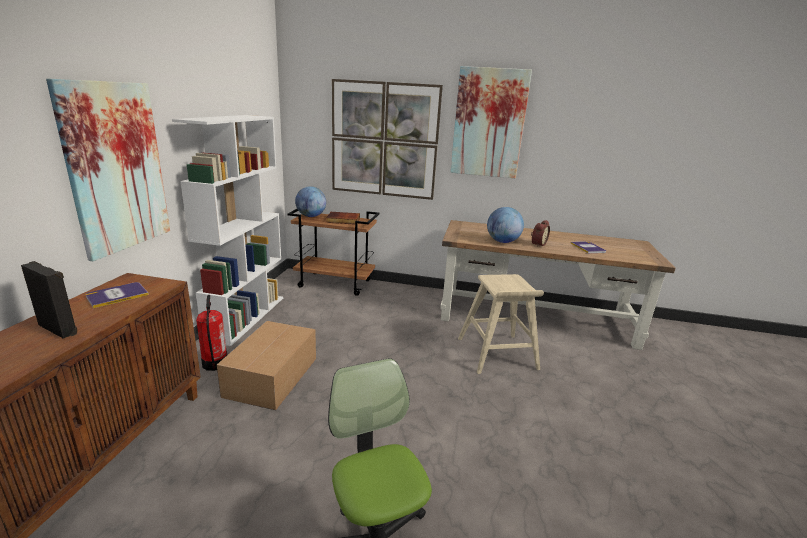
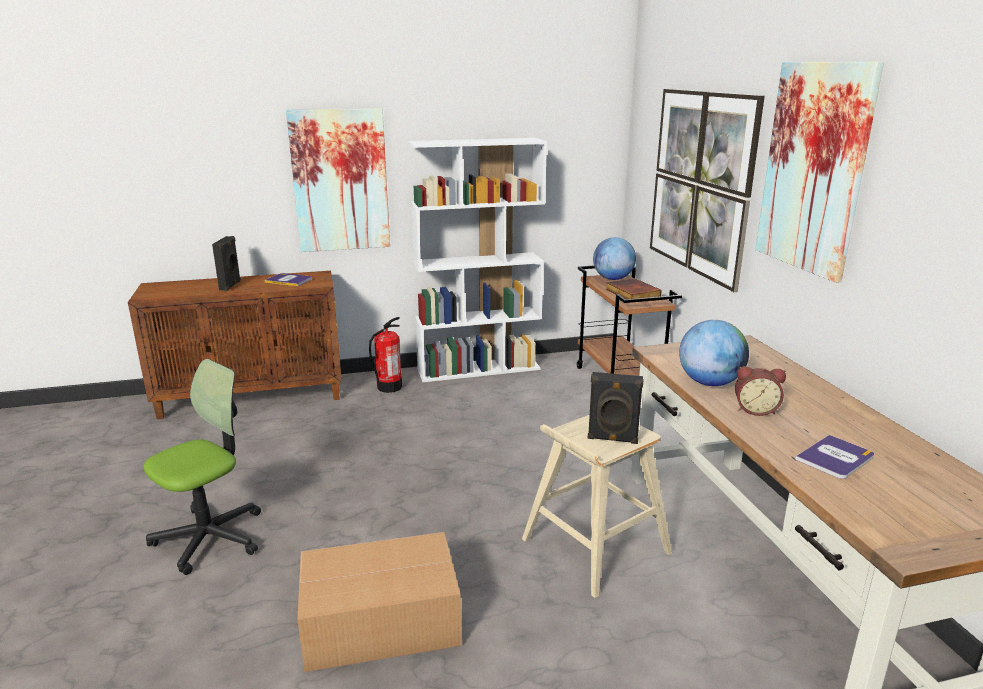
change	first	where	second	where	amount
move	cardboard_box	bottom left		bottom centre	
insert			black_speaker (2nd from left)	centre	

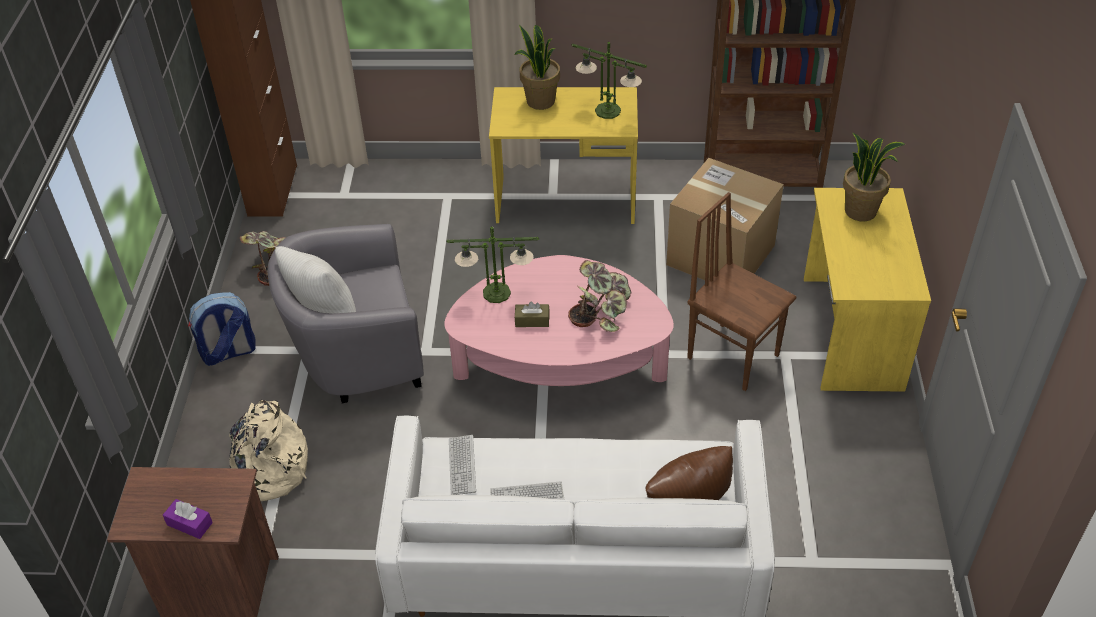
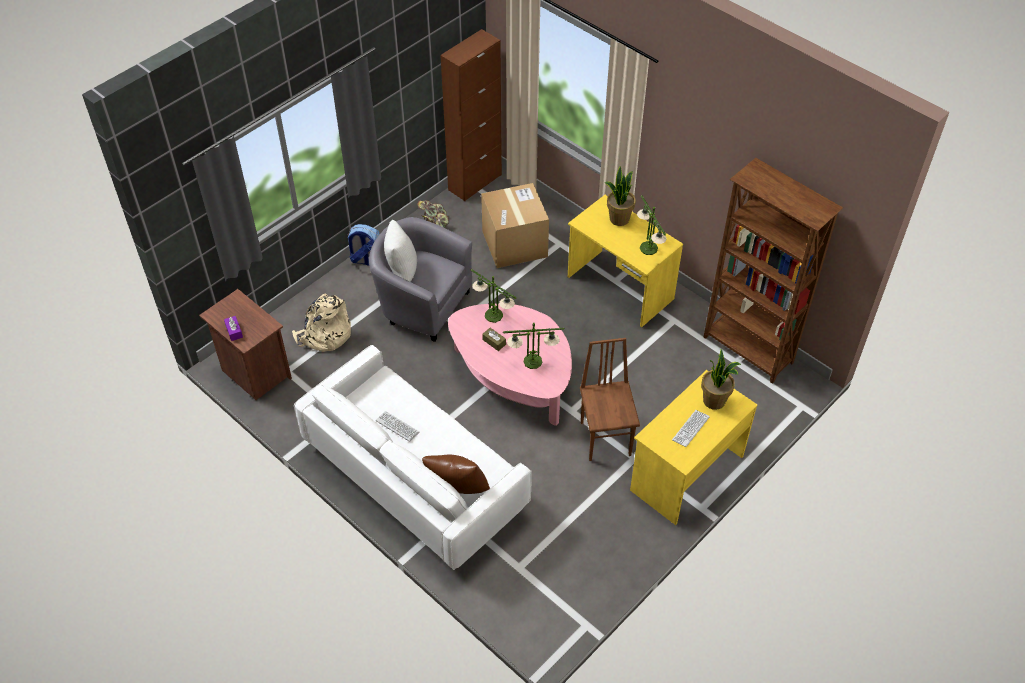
change	first	where	second	where	amount
move	cardboard_box	centre		top centre	
replace	potted_plant (3rd from left)	centre	table_lamp (2nd from left)	centre	
move	keyboard (1st from left in the first image)	bottom centre	keyboard (2nd from left)	middle right	

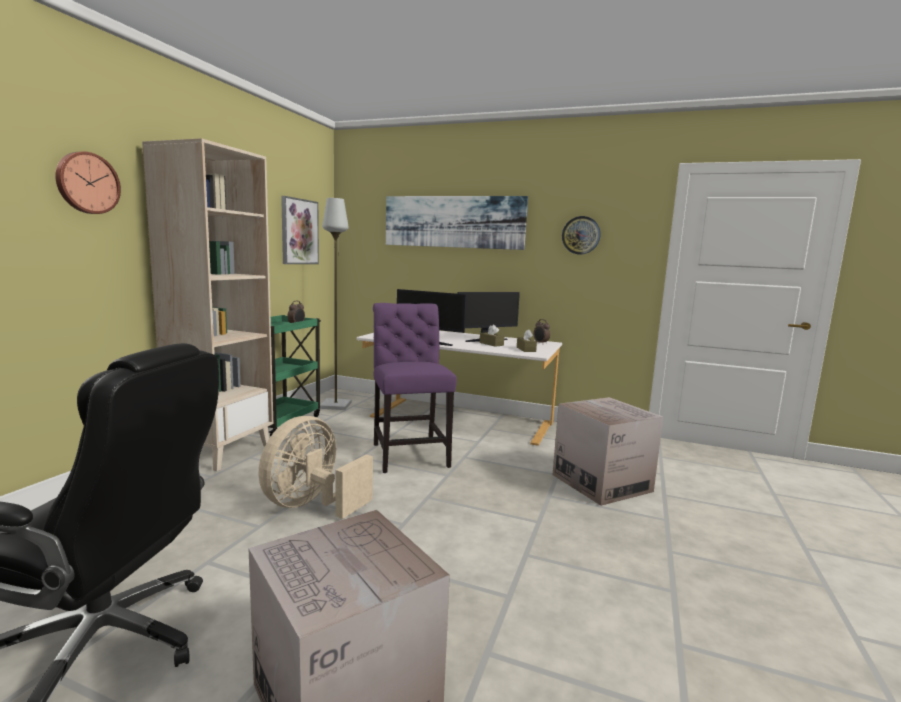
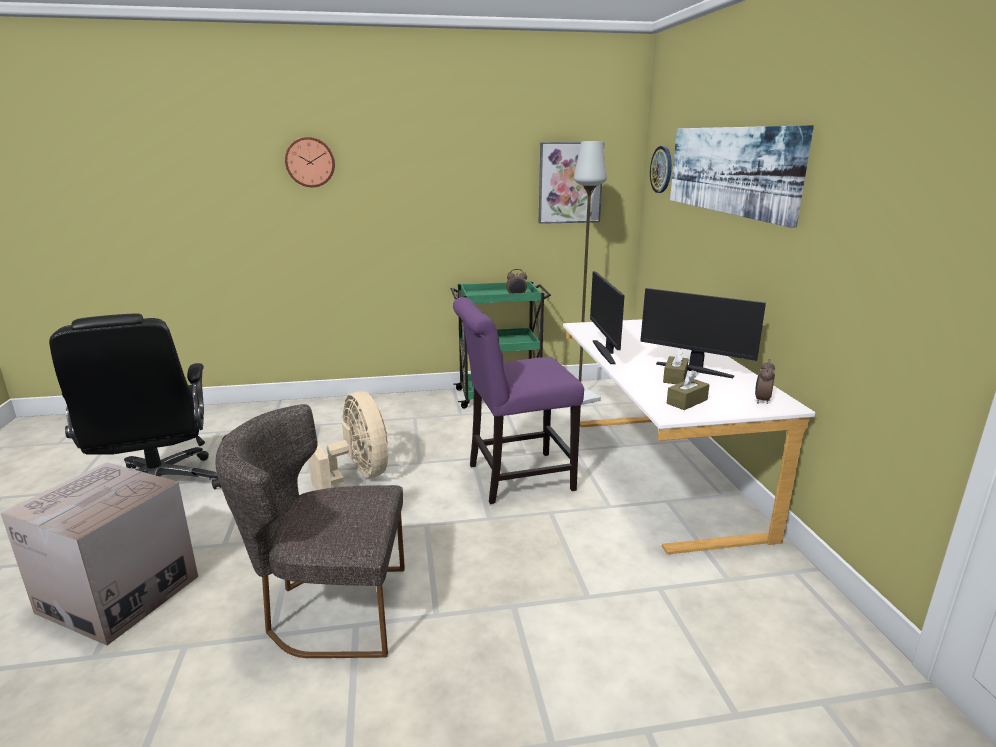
change	first	where	second	where	amount
insert			grey_chair	bottom left	
rotate	beige_fan	centre		centre	60 degrees clockwise
rotate	purple_chair	centre		centre	150 degrees counterclockwise
move	wall_clock (2nd from left)	centre		top centre	
delete	beige_bookcase	middle left			
delete	cardboard_box (2nd from left)	middle right			

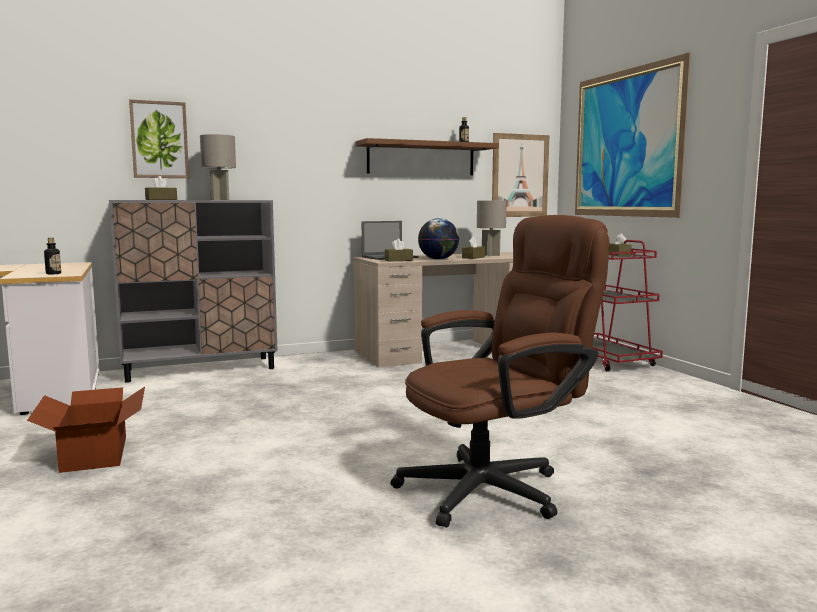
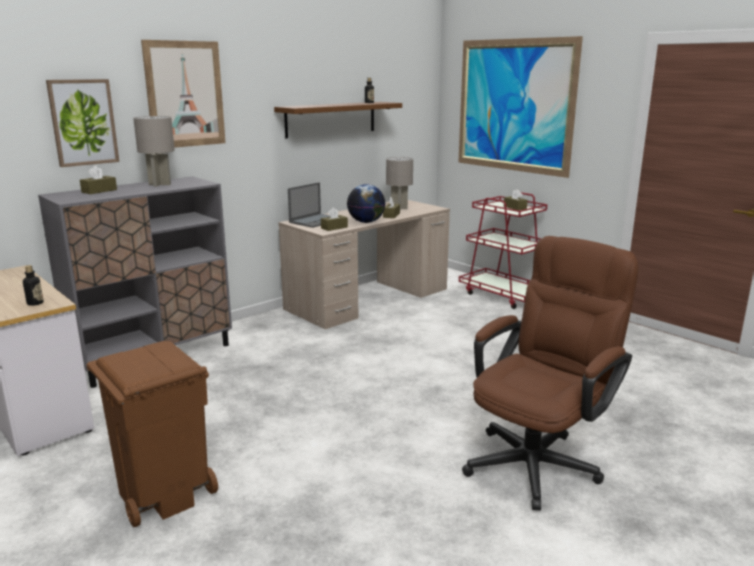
change	first	where	second	where	amount
replace	cardboard_box	bottom left	brown_trash_can	bottom left	
move	picture (2nd from left)	top centre		top left	

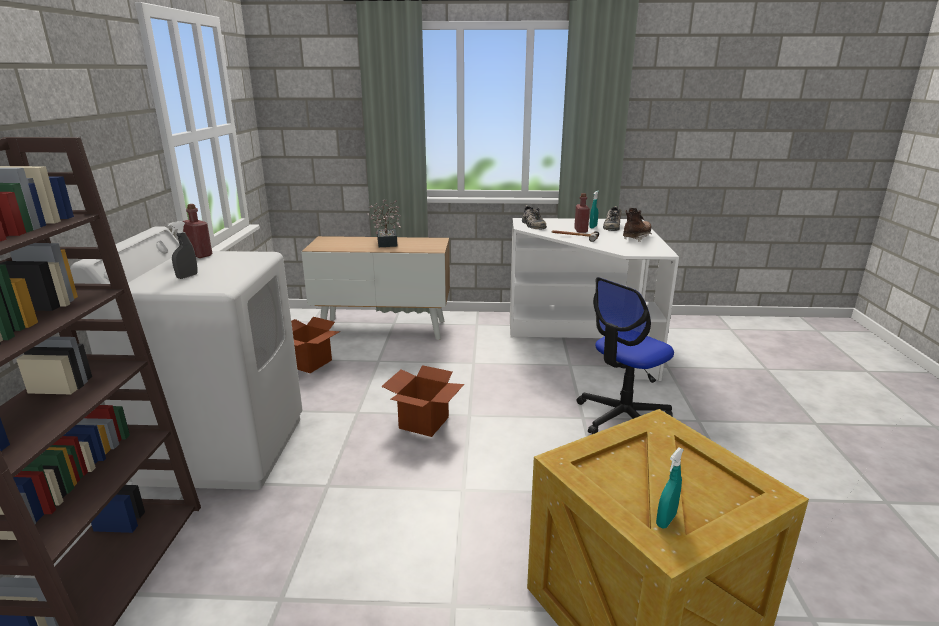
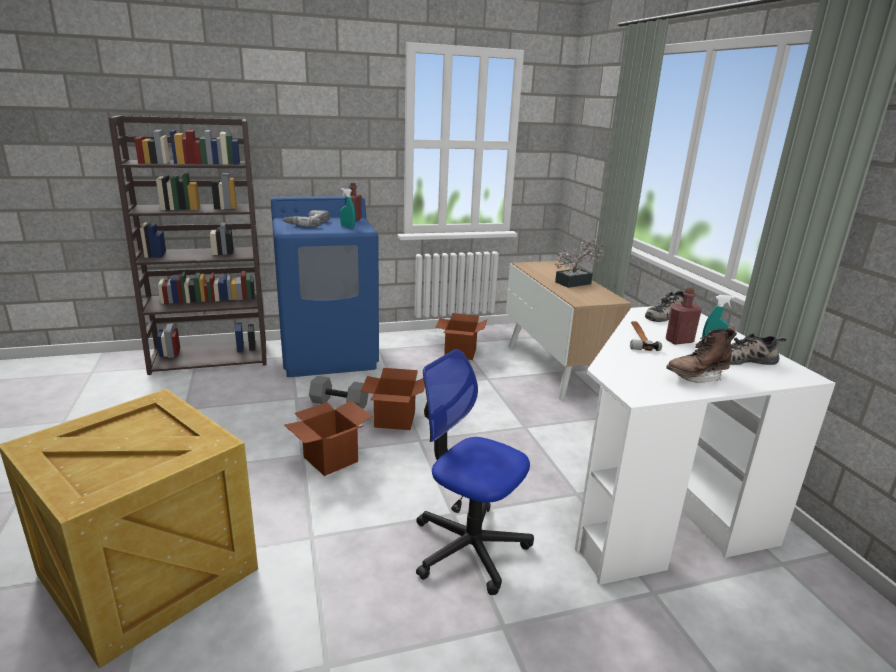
change	first	where	second	where	amount
recolor	white_washing_machine	middle left	blue_washing_machine	centre	
replace	grey_spray_bottle	middle left	power_drill	top centre	
insert			cardboard_box (1st from left)	centre	
insert			grey_dumbbell	centre	
move	turquoise_spray_bottle (2nd from left in the first image)	bottom right	turquoise_spray_bottle (1st from left)	top centre	
rotate	brown_boot	middle right		middle right	135 degrees clockwise

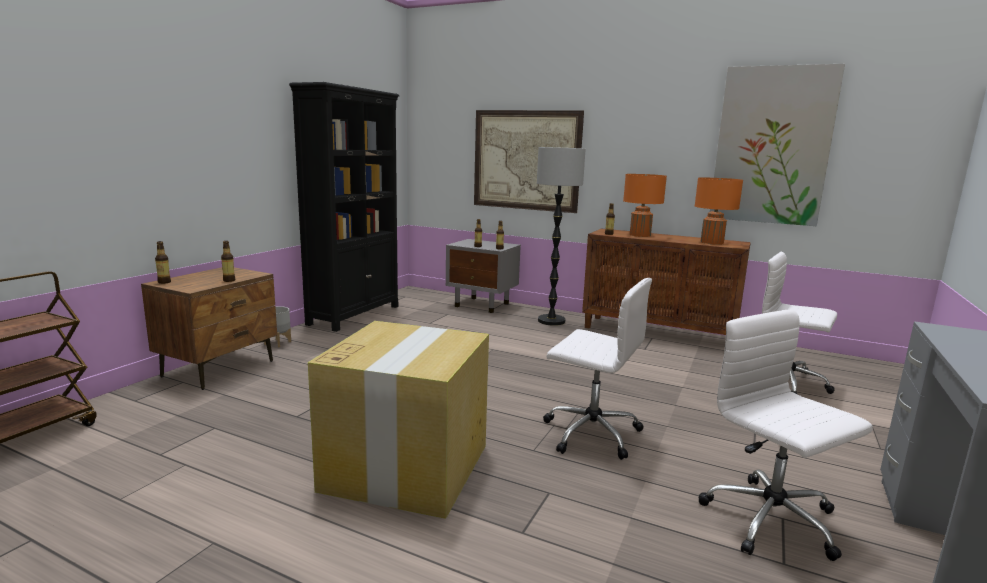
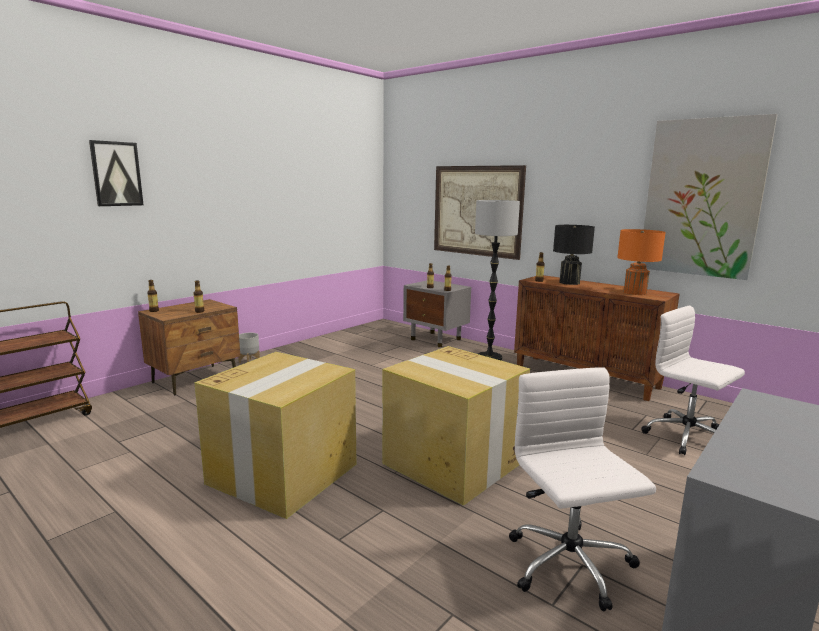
change	first	where	second	where	amount
insert			picture (1st from left)	top left	
replace	white_office_chair (1st from left)	centre	cardboard_box (2nd from left)	bottom centre	
recolor	orange_table_lamp (1st from left)	centre	black_table_lamp	middle right	
delete	black_bookcase	centre			

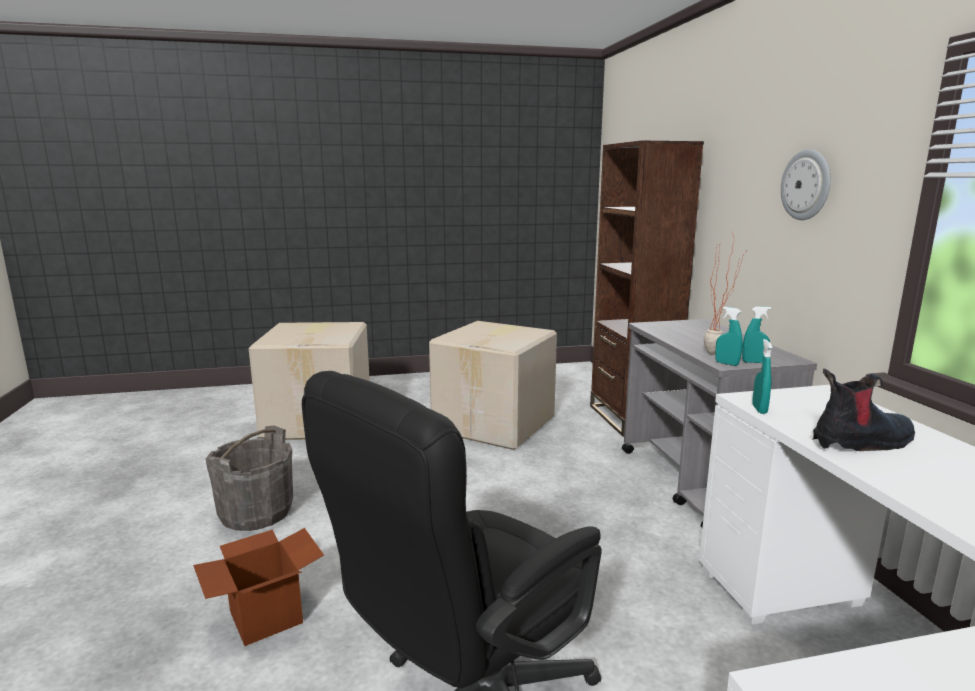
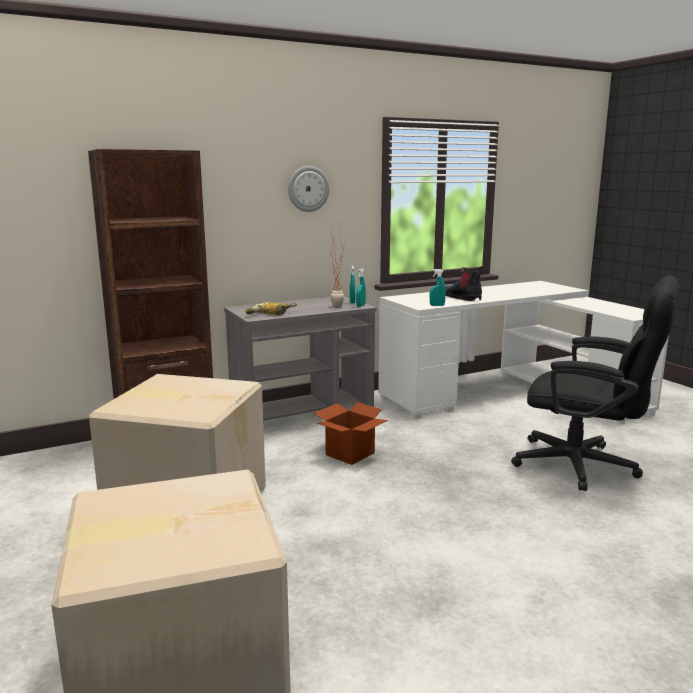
change	first	where	second	where	amount
insert			power_drill	centre	
move	cardboard_box (1st from left in the first image)	bottom left	cardboard_box (3rd from left)	centre	
delete	grey_bucket	bottom left			

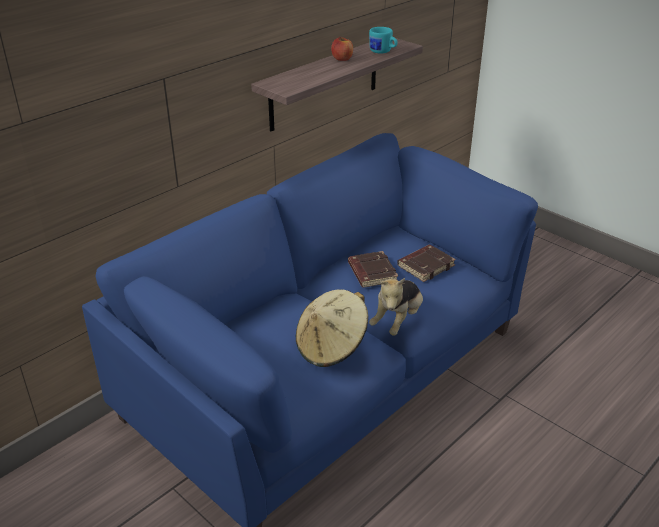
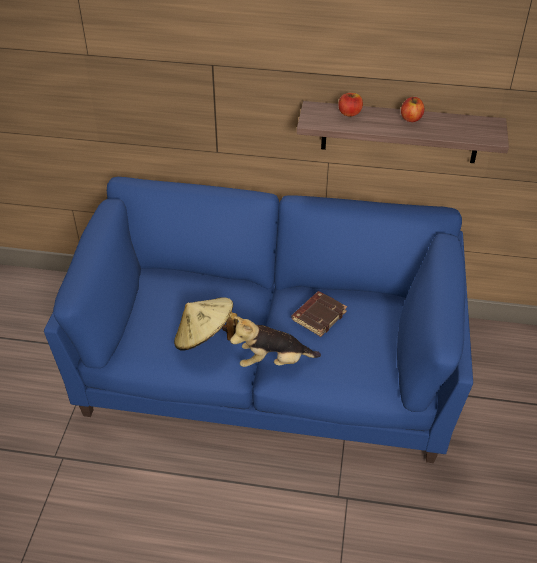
change	first	where	second	where	amount
insert			apple (1st from left)	top centre	
delete	turquoise_mug	top centre			
delete	brown_book (2nd from left)	centre			

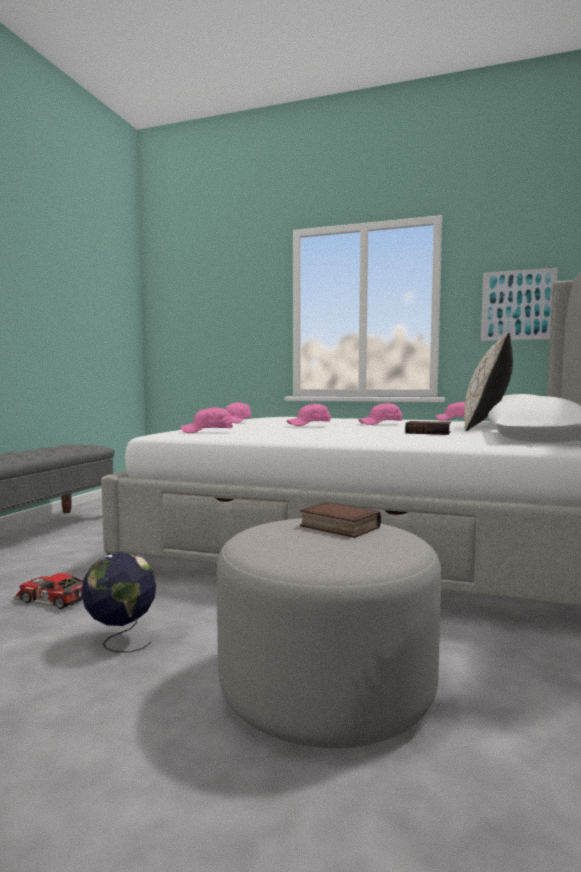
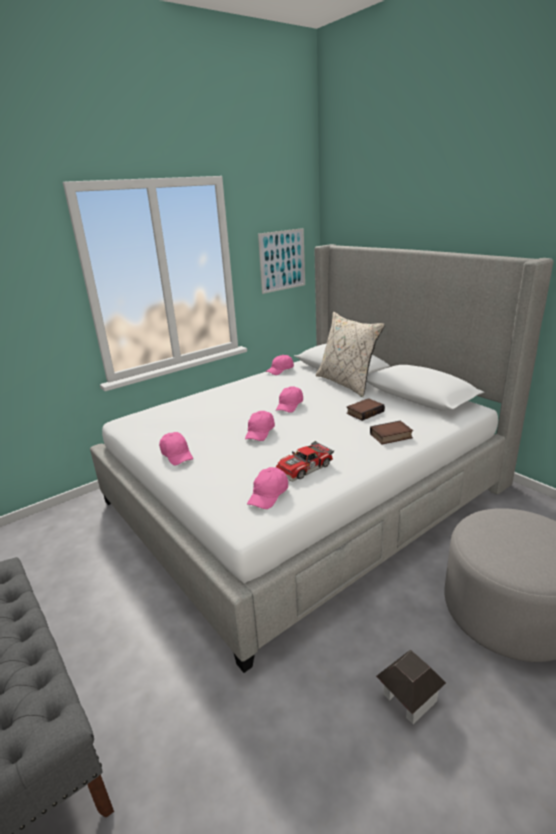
change	first	where	second	where	amount
move	toy_car	bottom left		centre	
move	book (1st from left in the first image)	centre	book (2nd from left)	middle right	
replace	globe	bottom left	toy_house	bottom right	

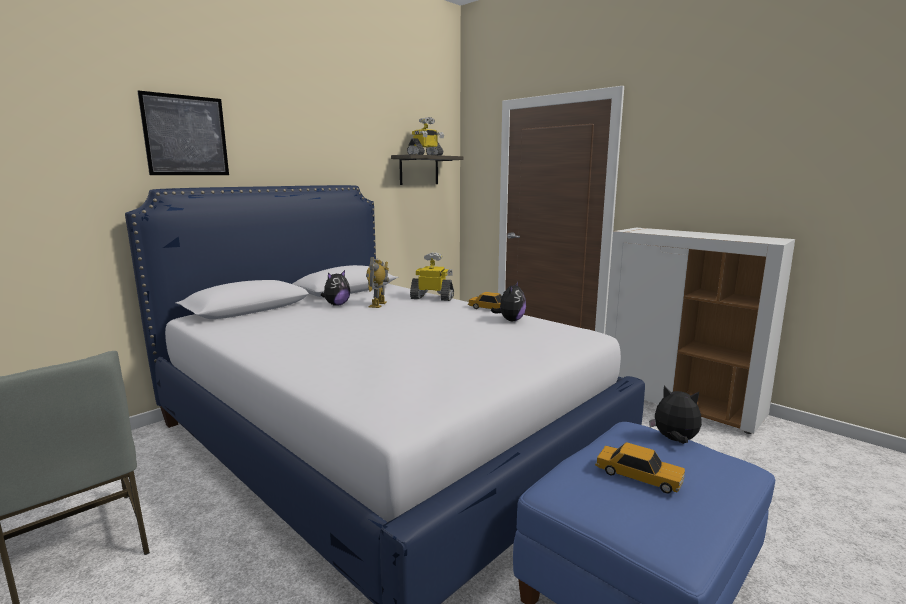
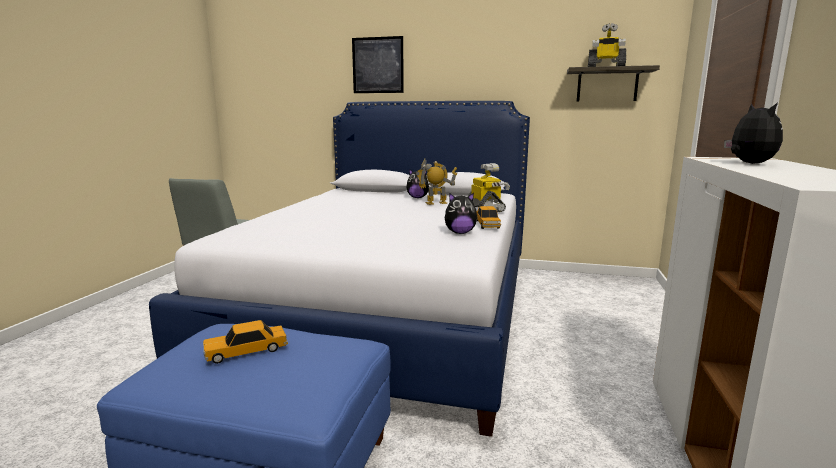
change	first	where	second	where	amount
rotate	toy_car (2nd from left in the first image)	bottom right	toy_car (1st from left)	bottom left	60 degrees clockwise
move	plush_toy (3rd from left)	bottom right		top right	

